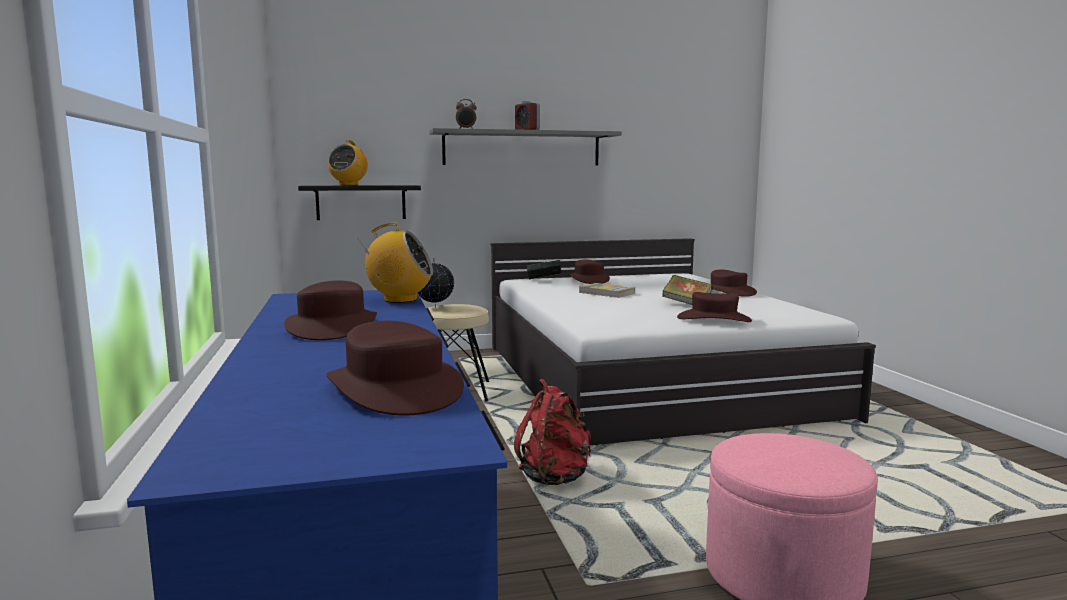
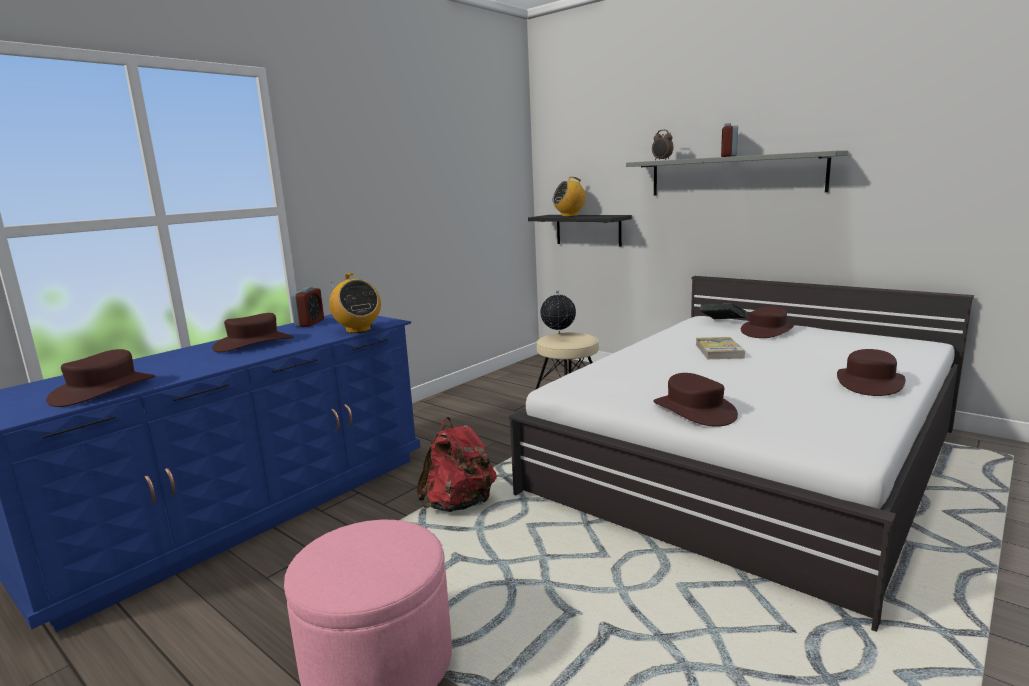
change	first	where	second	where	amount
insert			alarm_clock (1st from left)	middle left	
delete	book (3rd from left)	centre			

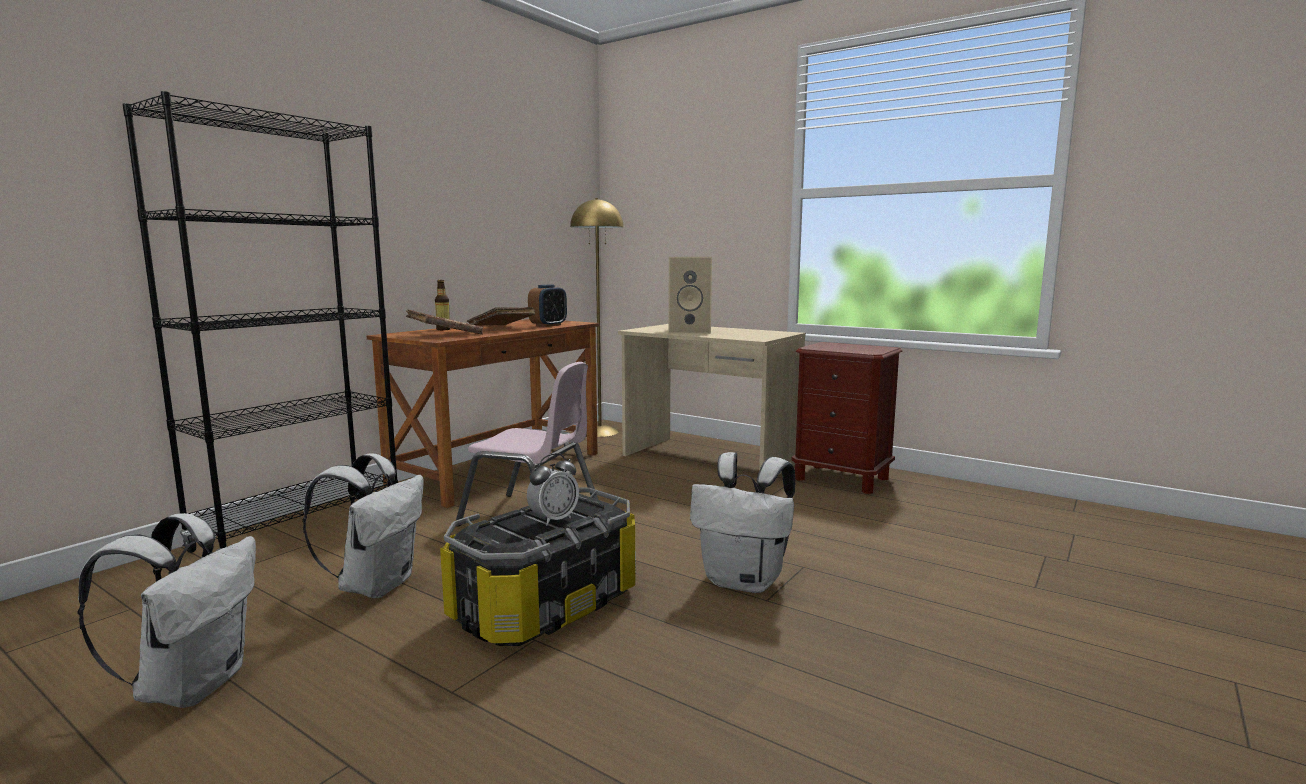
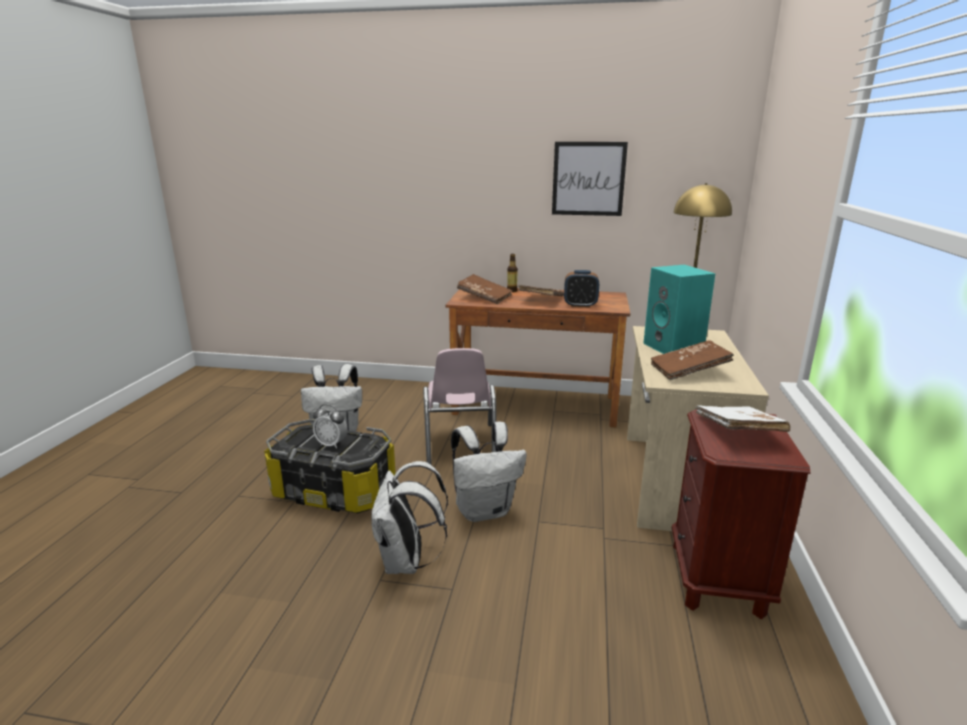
change	first	where	second	where	amount
move	white_backpack (1st from left in the first image)	bottom left	white_backpack (3rd from left)	centre	
insert			picture	top centre	
recolor	beige_speaker	centre	turquoise_speaker	middle right	
insert			brown_book (3rd from left)	middle right	
insert			white_book	middle right	
delete	black_bookcase	middle left			

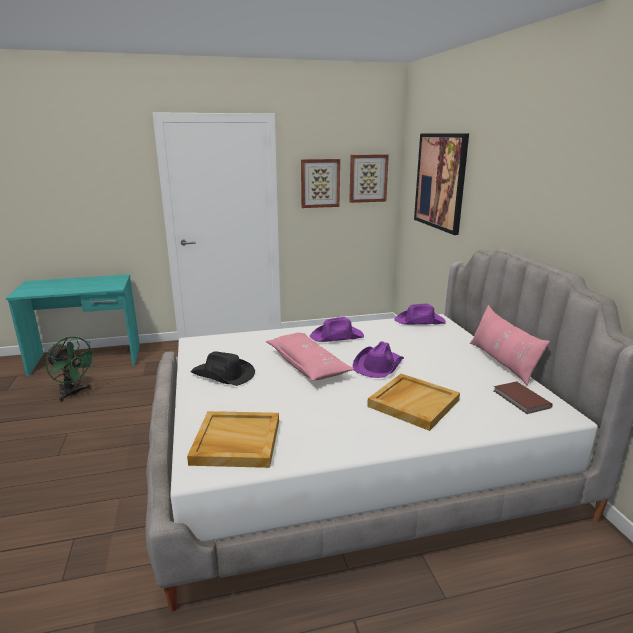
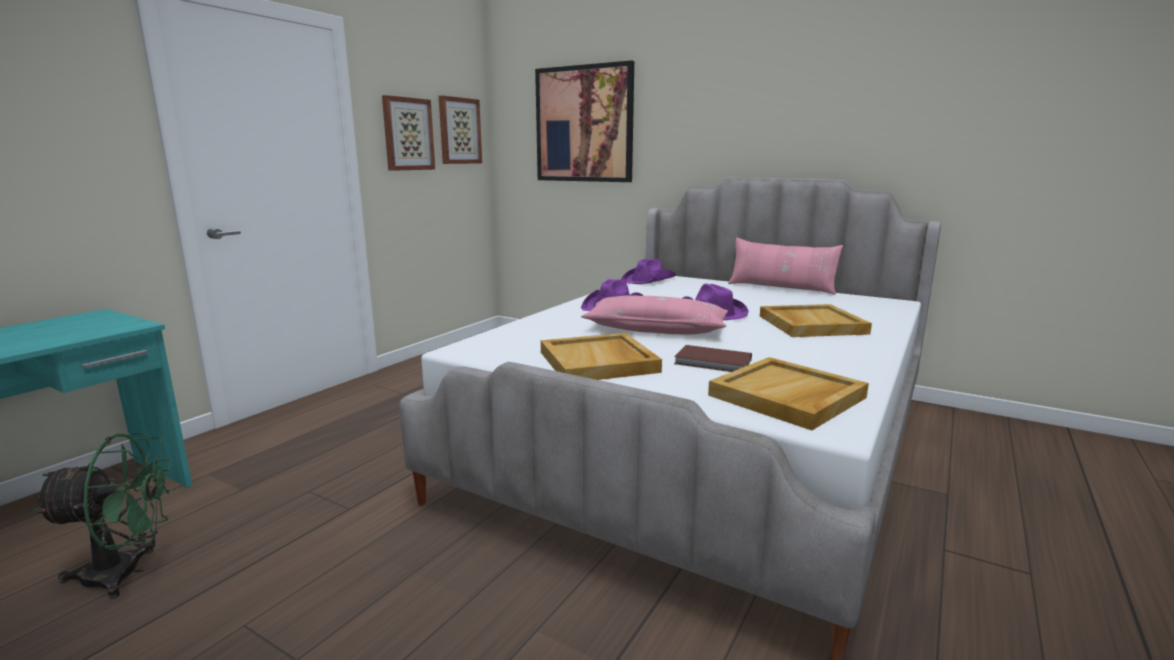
change	first	where	second	where	amount
replace	black_hat	centre	beige_tray (1st from left)	centre	
move	brown_book	middle right		centre	

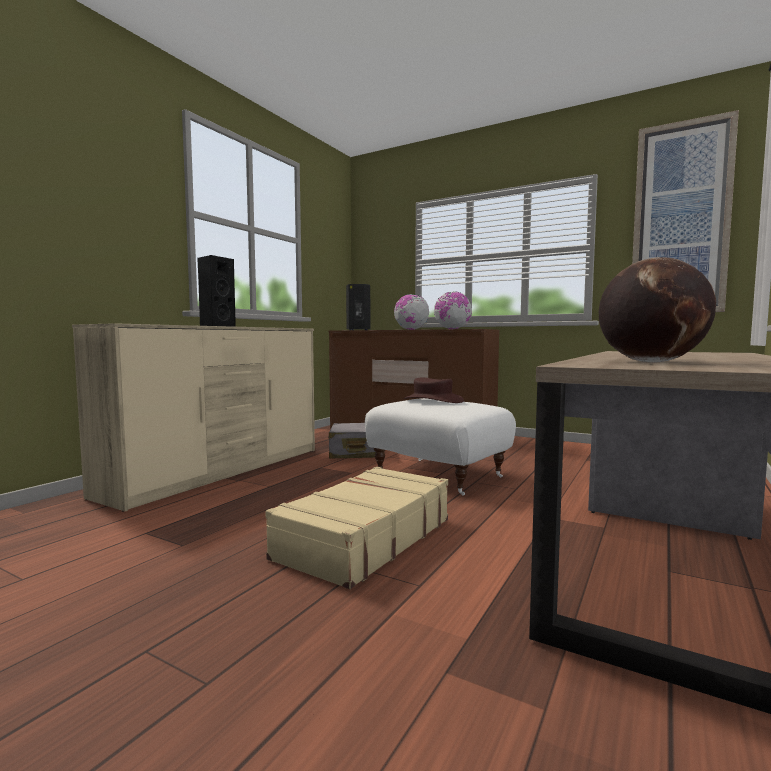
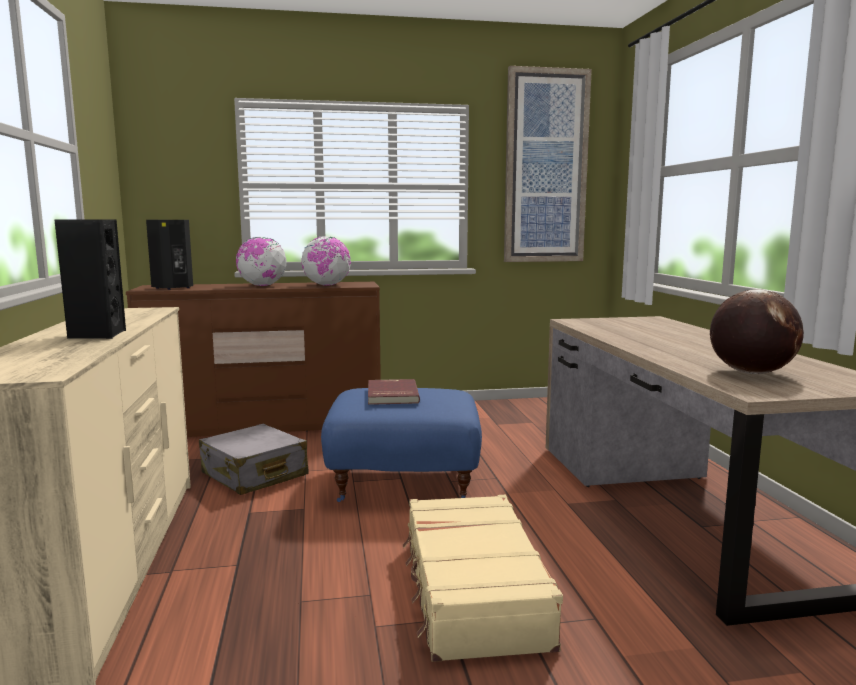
change	first	where	second	where	amount
recolor	white_ottoman	centre	blue_ottoman	centre	
replace	brown_hat	centre	red_book	centre	

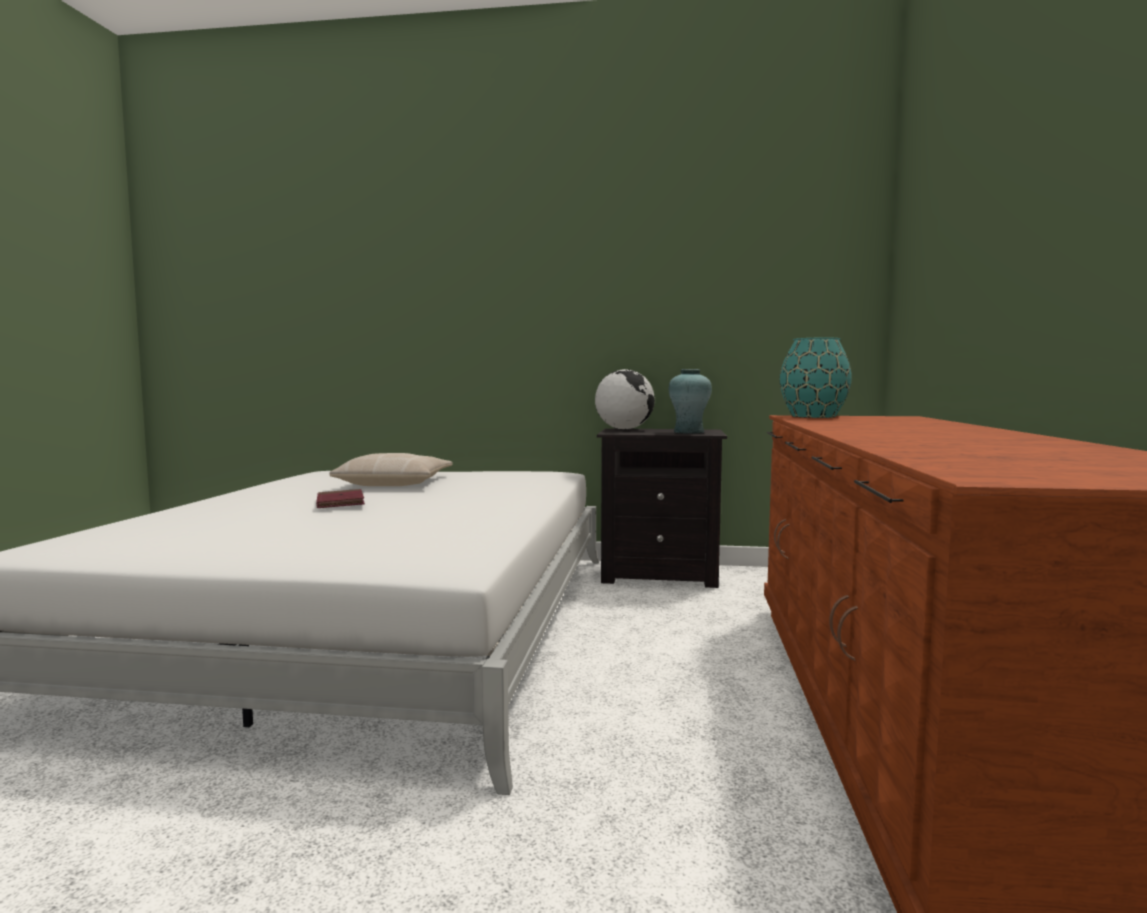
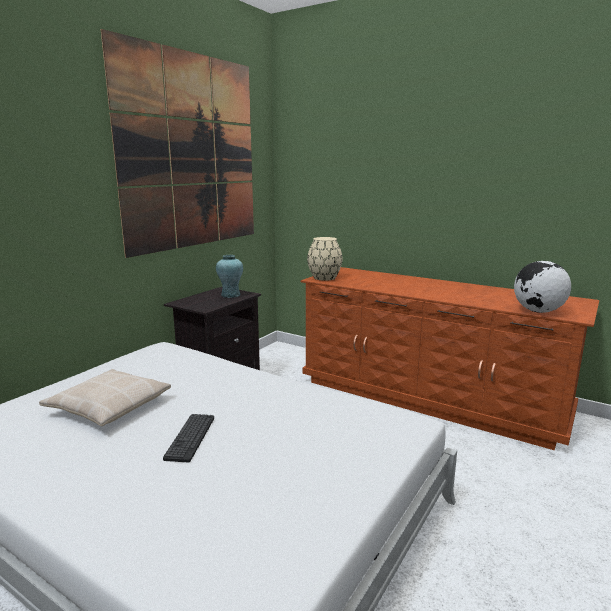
change	first	where	second	where	amount
insert			picture	top left	
replace	red_book	middle left	keyboard	bottom left	
recolor	turquoise_vase (2nd from left)	middle right	beige_vase	centre	
move	globe	centre		middle right	

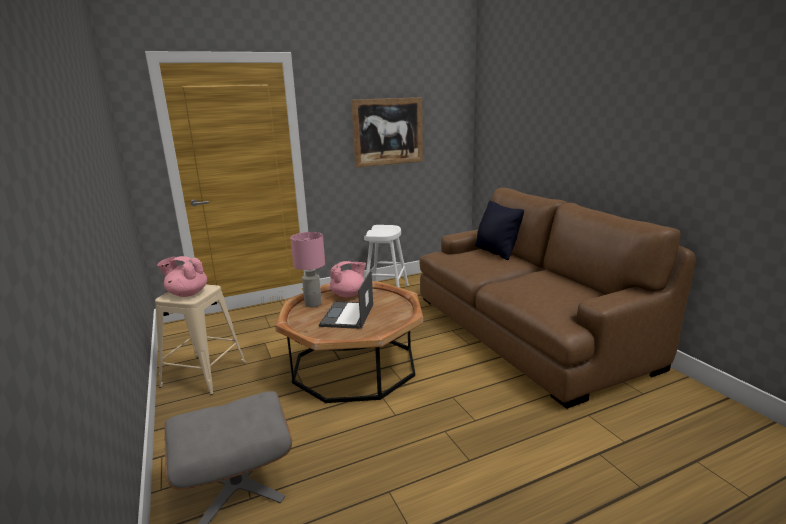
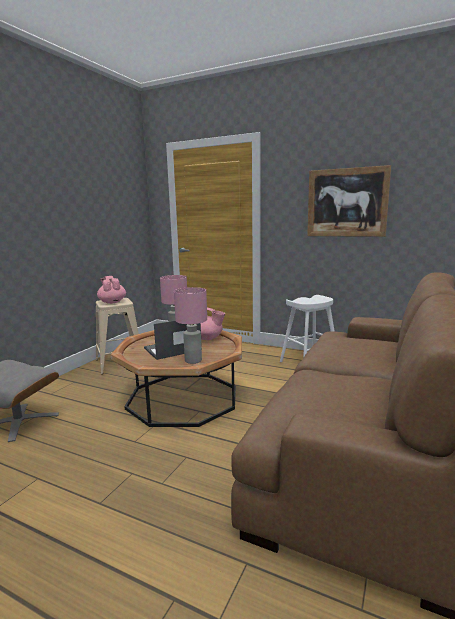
change	first	where	second	where	amount
insert			pink_table_lamp (2nd from left)	centre	
delete	black_pillow	centre			

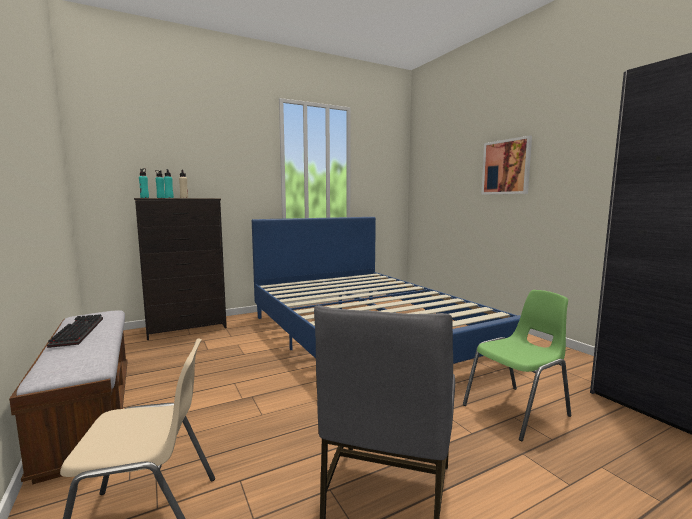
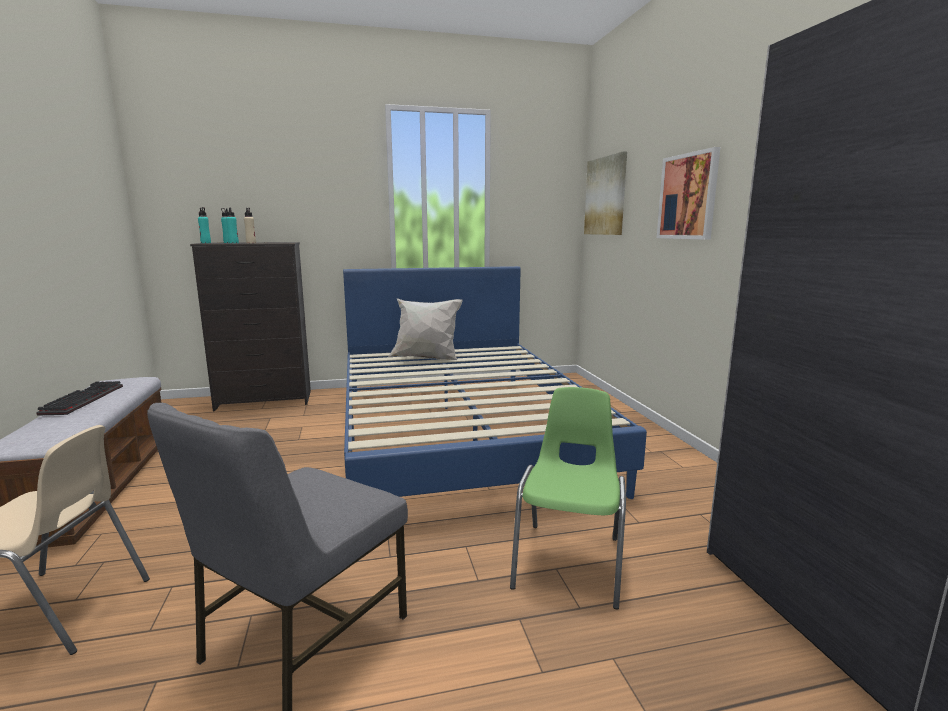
change	first	where	second	where	amount
insert			white_pillow	centre	
rotate	green_chair	bottom right		bottom centre	60 degrees counterclockwise
insert			picture (1st from left)	top centre	

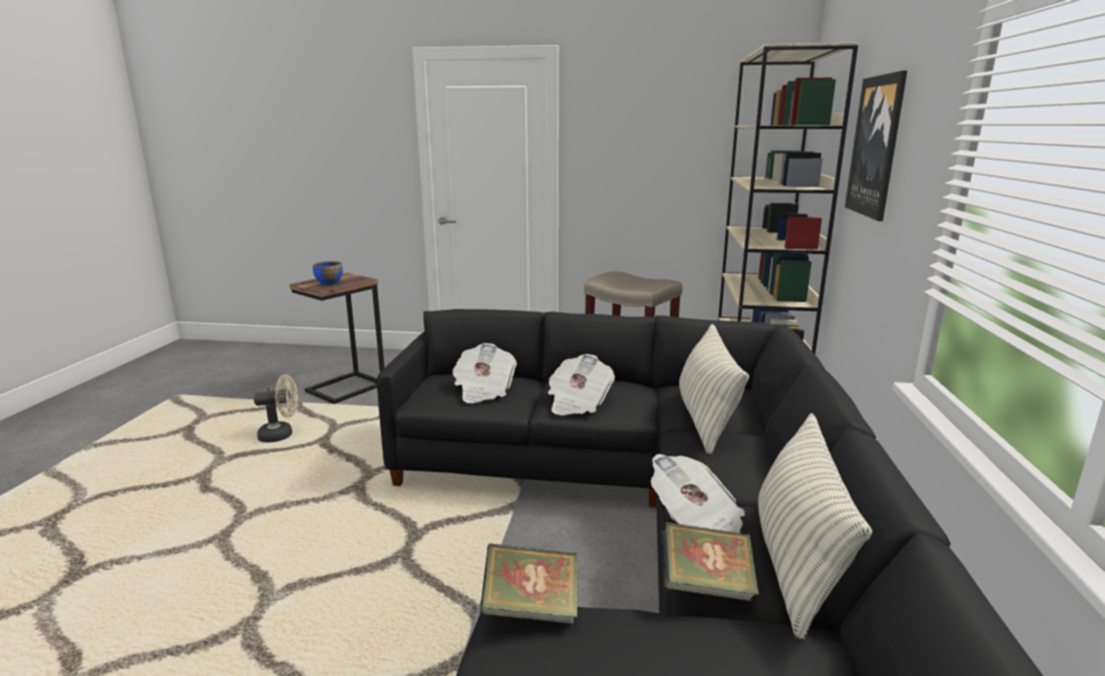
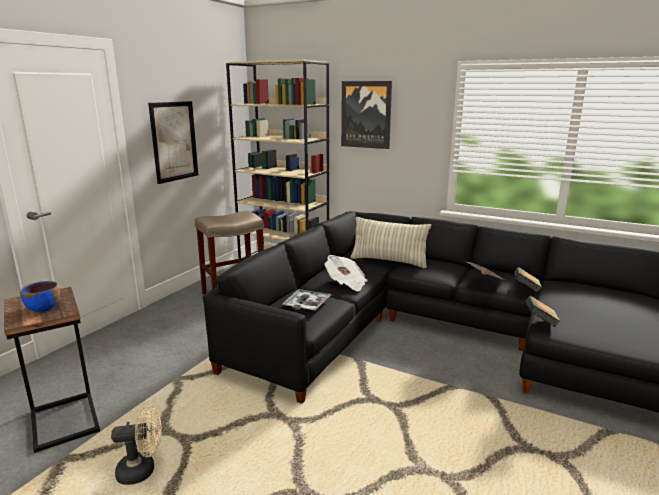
change	first	where	second	where	amount
rotate	beige_fan	middle left		bottom left	75 degrees clockwise
insert			picture (1st from left)	top left	
replace	newspaper (1st from left)	centre	tray	centre	
delete	pillow (2nd from left)	bottom right			

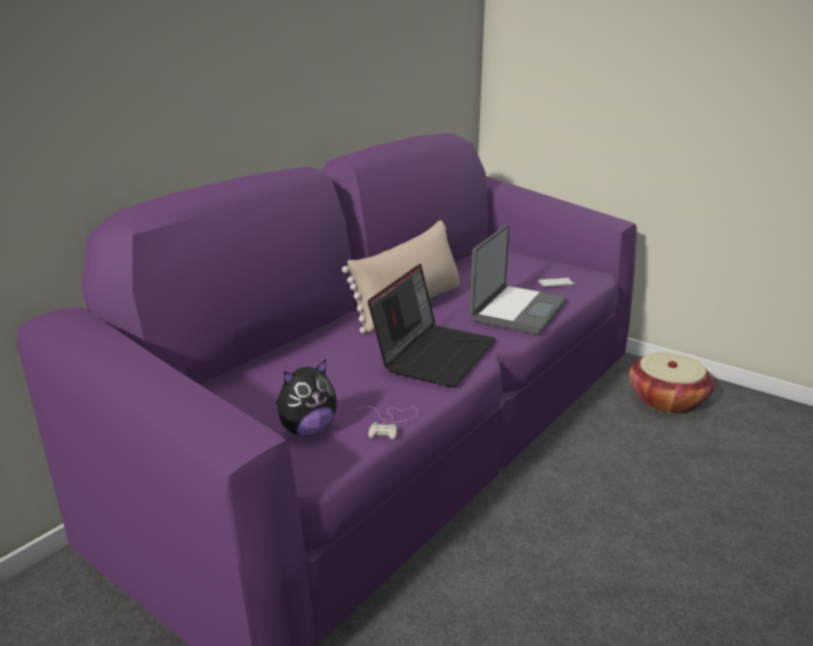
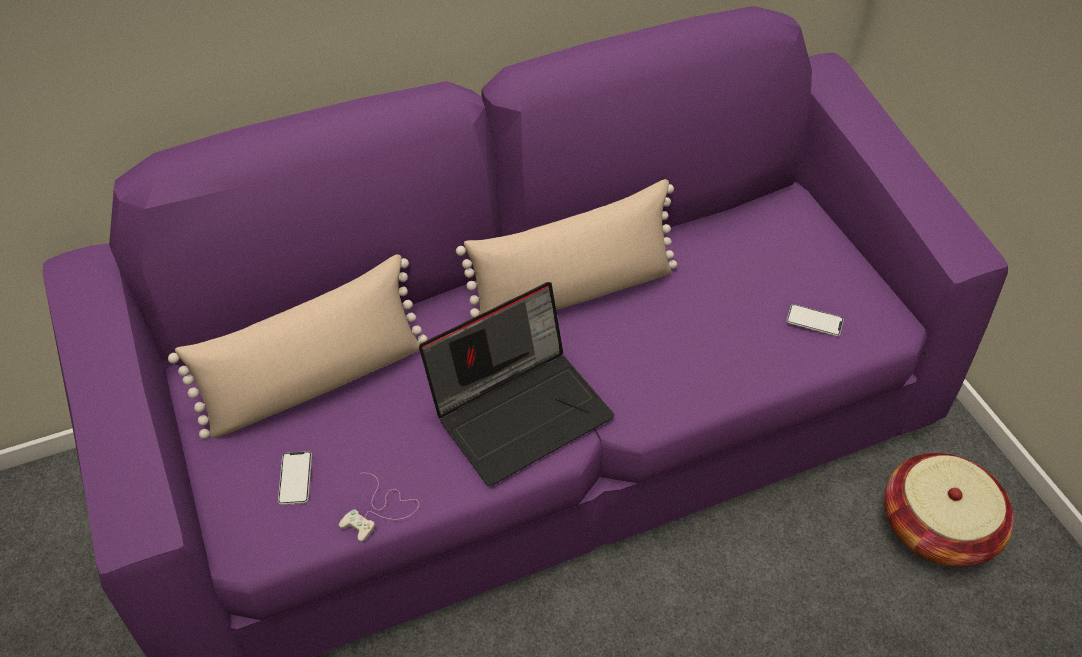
change	first	where	second	where	amount
insert			beige_pillow (1st from left)	middle left	
replace	plush_toy	centre	phone (1st from left)	bottom left	
delete	laptop (2nd from left)	centre			

